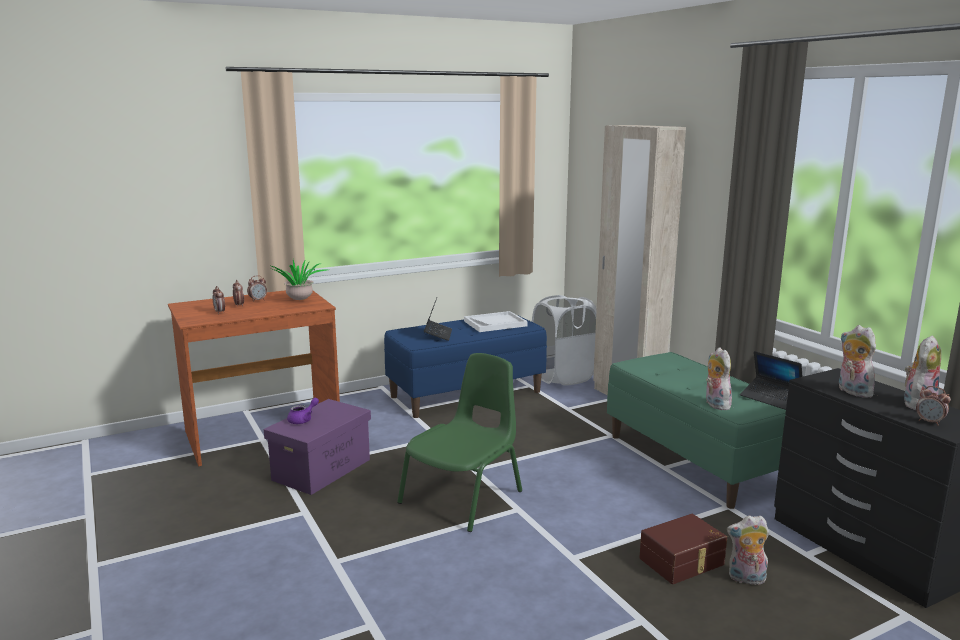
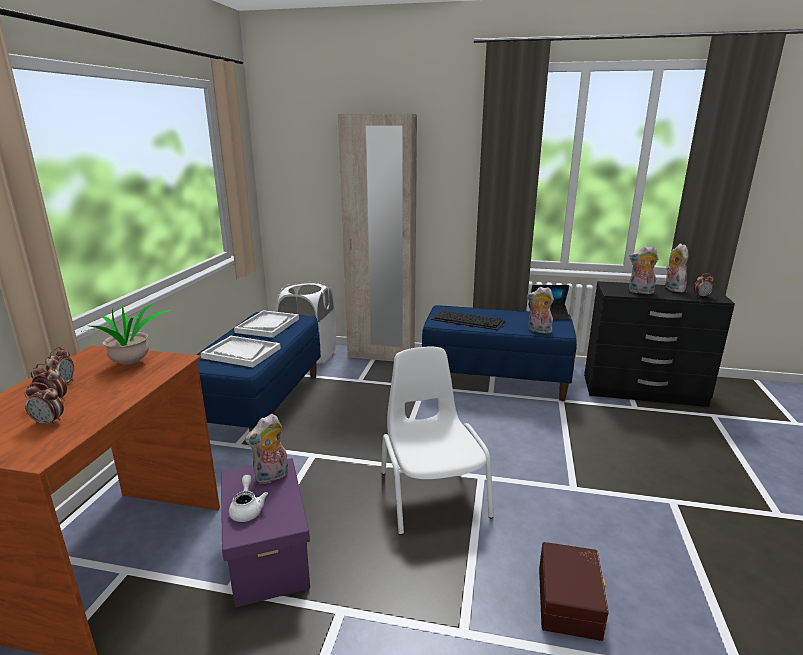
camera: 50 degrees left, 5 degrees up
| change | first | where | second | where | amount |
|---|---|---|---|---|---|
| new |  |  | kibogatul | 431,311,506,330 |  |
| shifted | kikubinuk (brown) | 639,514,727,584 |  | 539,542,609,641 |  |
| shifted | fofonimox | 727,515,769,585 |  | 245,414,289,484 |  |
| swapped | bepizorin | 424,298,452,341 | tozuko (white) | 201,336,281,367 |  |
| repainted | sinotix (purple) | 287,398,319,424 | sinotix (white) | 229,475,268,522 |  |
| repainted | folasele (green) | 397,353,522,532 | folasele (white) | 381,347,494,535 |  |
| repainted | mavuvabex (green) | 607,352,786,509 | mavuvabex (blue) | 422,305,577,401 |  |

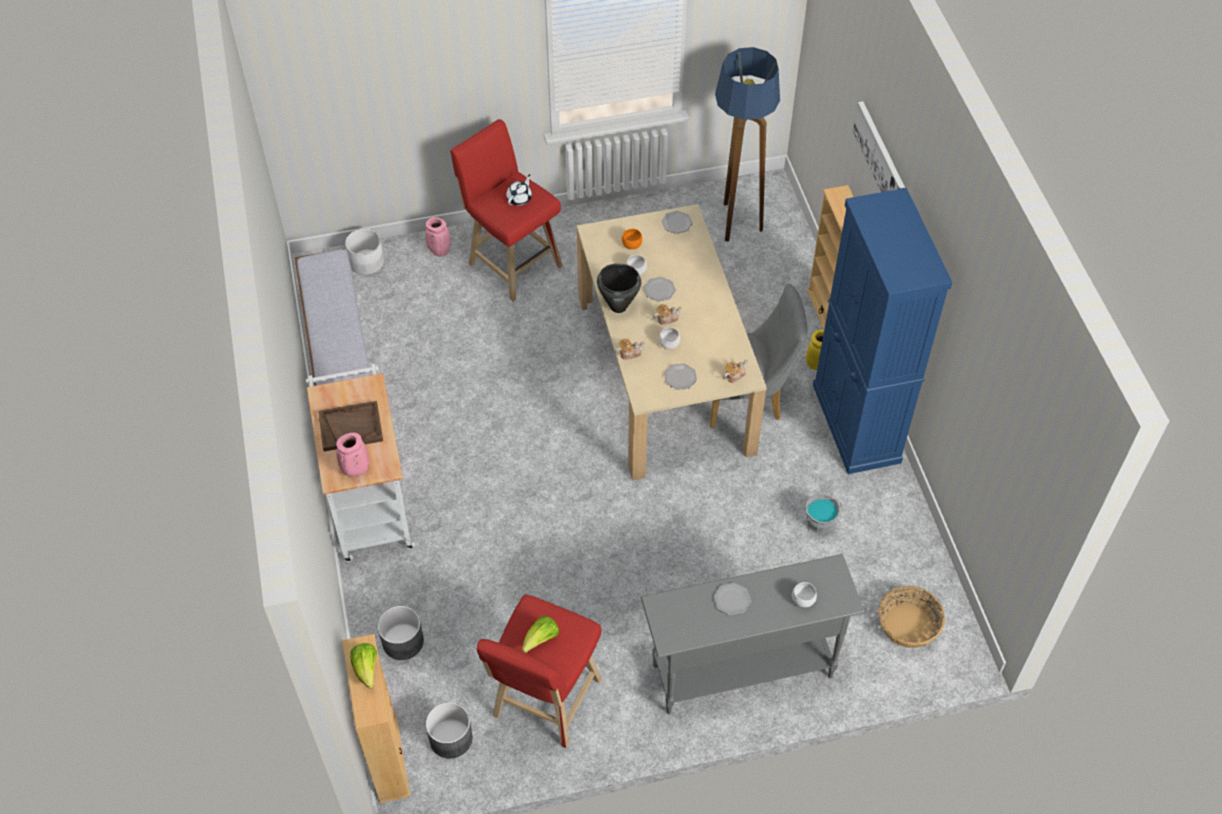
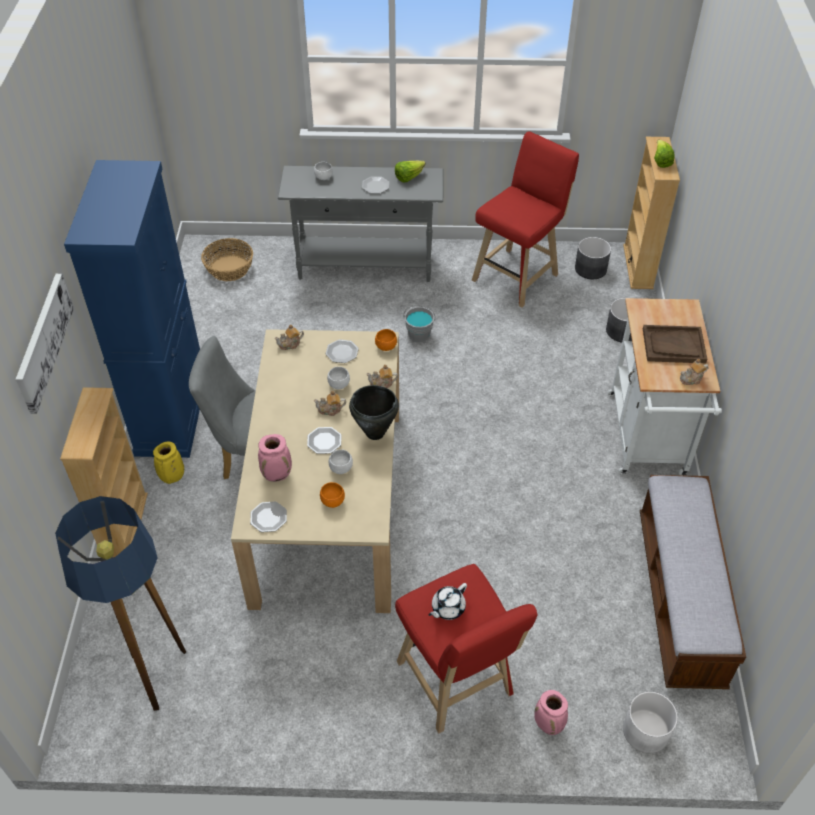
camera: 165 degrees left, 5 degrees down
| change | first | where | second | where | amount |
|---|---|---|---|---|---|
| new |  |  | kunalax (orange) | 375,329,397,351 |  |
| new |  |  | sinotix | 680,359,709,385 |  |
| shifted | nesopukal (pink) | 336,433,370,477 |  | 258,434,292,482 |  |
| shifted | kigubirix | 522,615,559,653 |  | 395,160,426,182 |  |
| shifted | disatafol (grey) | 805,494,842,534 |  | 403,305,435,343 |  |

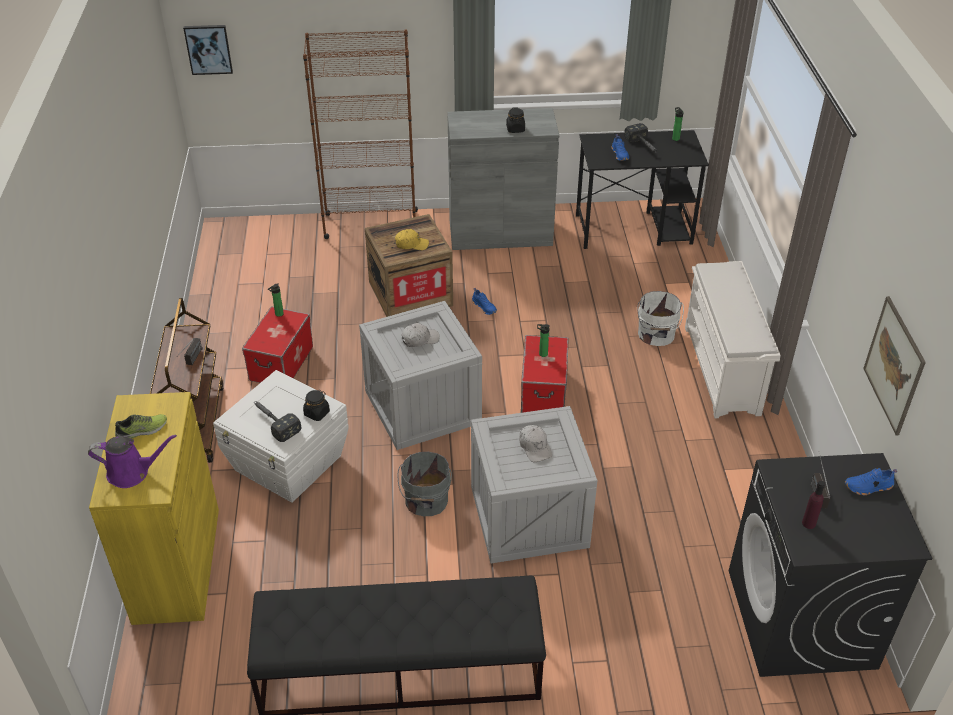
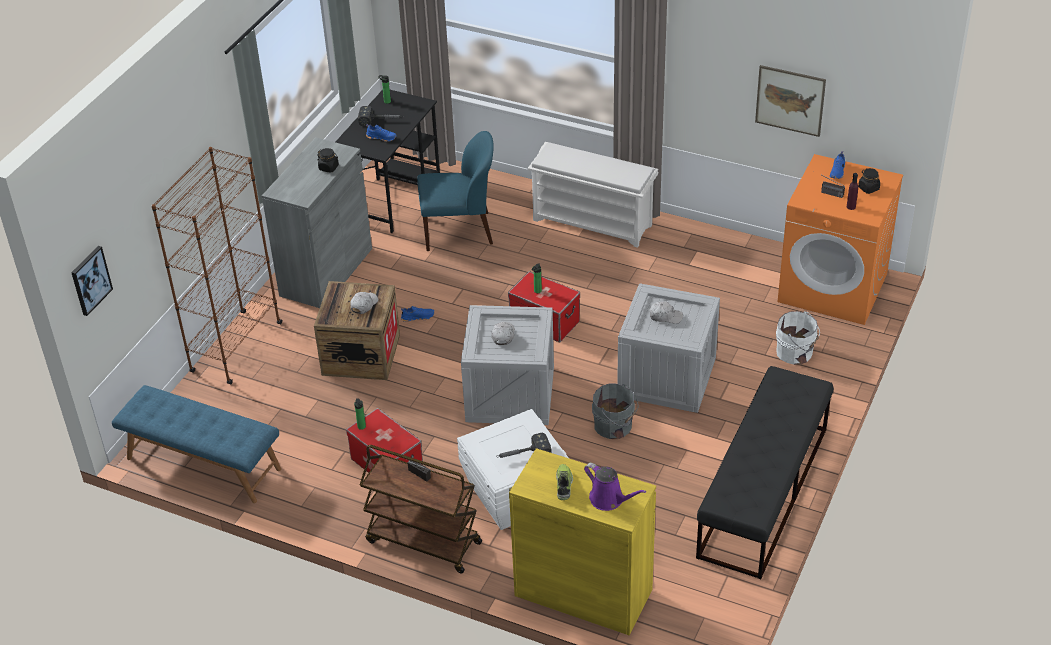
camera: 60 degrees left, 0 degrees up
| change | first | where | second | where | amount |
|---|---|---|---|---|---|
| new |  |  | mavuvabex (blue) | 112,385,281,503 |  |
| new |  |  | folasele (blue) | 417,131,494,251 |  |
| shifted | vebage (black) | 303,390,330,421 |  | 858,168,880,194 |  |
| shifted | disatafol (white) | 637,291,684,346 |  | 776,311,820,365 |  |
| repainted | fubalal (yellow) | 395,229,429,250 | fubalal (white) | 350,292,378,314 |  |
| repainted | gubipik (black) | 729,453,933,677 | gubipik (orange) | 778,154,903,325 |  |
| rotated | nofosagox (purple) | 88,435,177,488 |  | 584,463,646,511 | 105 degrees clockwise |

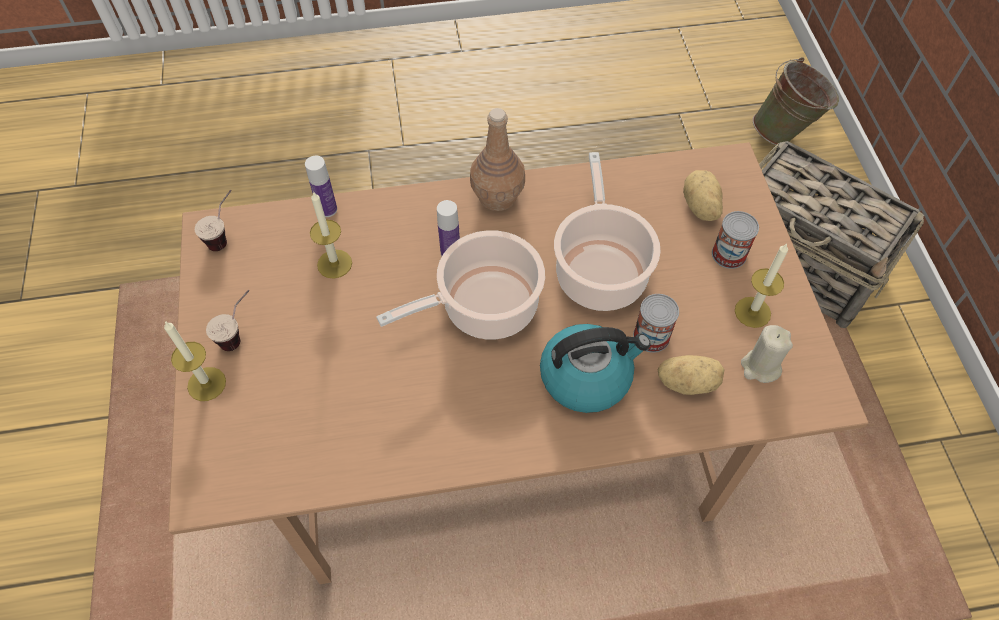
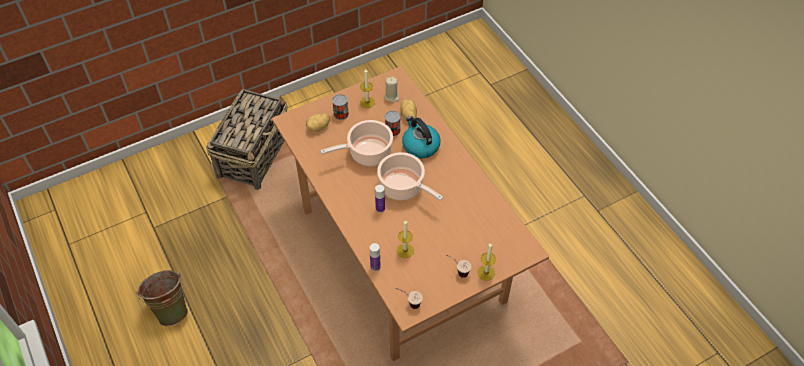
camera: 110 degrees left, 5 degrees down
| change | first | where | second | where | amount |
|---|---|---|---|---|---|
| gone | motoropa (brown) | 470,108,525,211 |  |  |  |
| shifted | disatafol (green) | 753,57,839,145 |  | 136,270,188,326 |  |

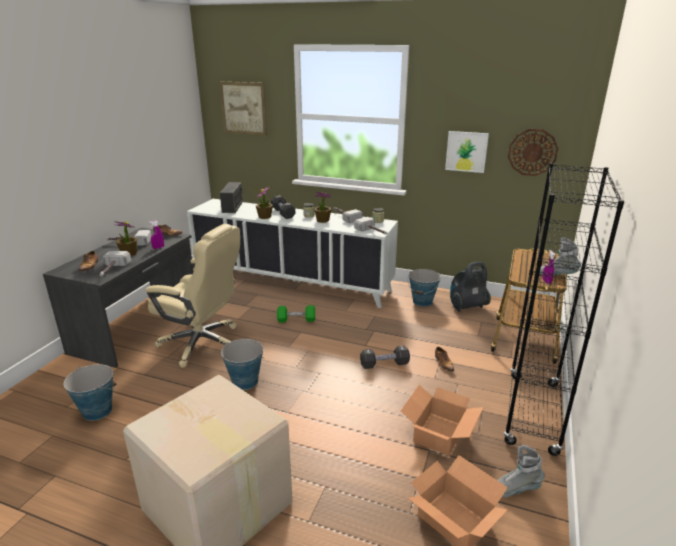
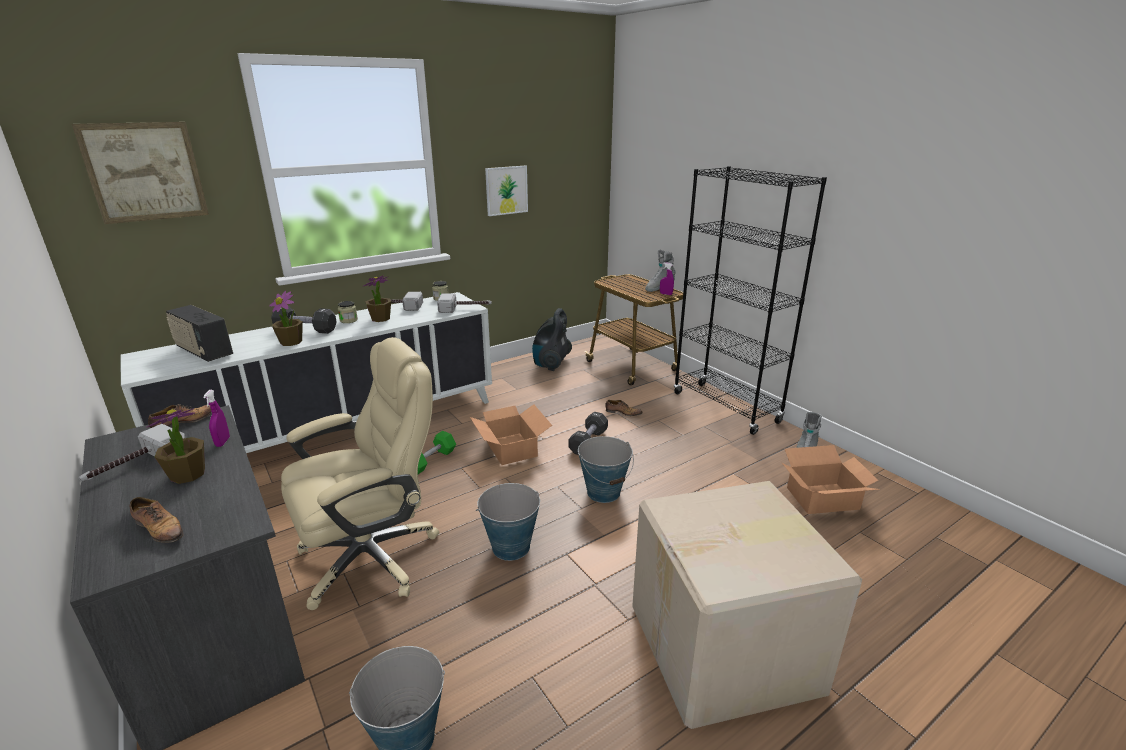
camera: 55 degrees left, 0 degrees up
| change | first | where | second | where | amount |
|---|---|---|---|---|---|
| gone | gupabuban | 100,251,131,276 |  |  |  |
| gone | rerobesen | 508,129,558,176 |  |  |  |
| shifted | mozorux | 401,385,484,456 |  | 470,404,552,465 |  |
| shifted | disatafol | 408,269,441,307 |  | 578,436,634,503 |  |

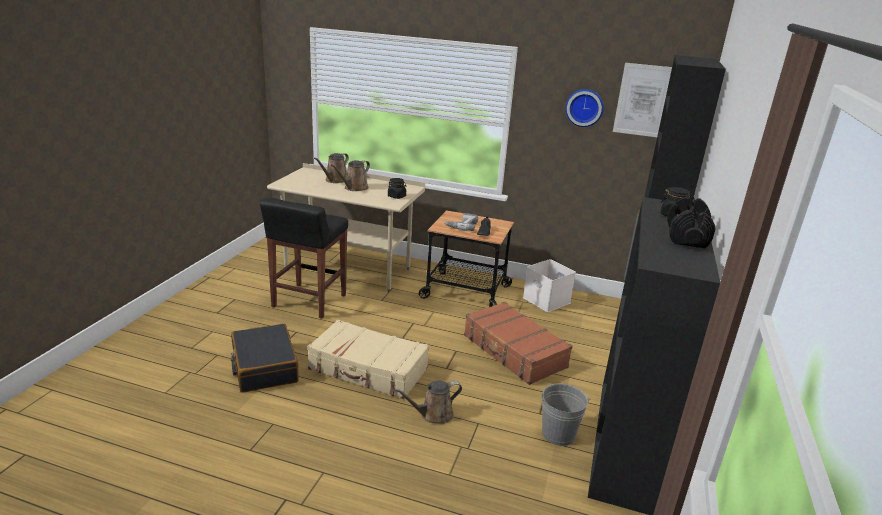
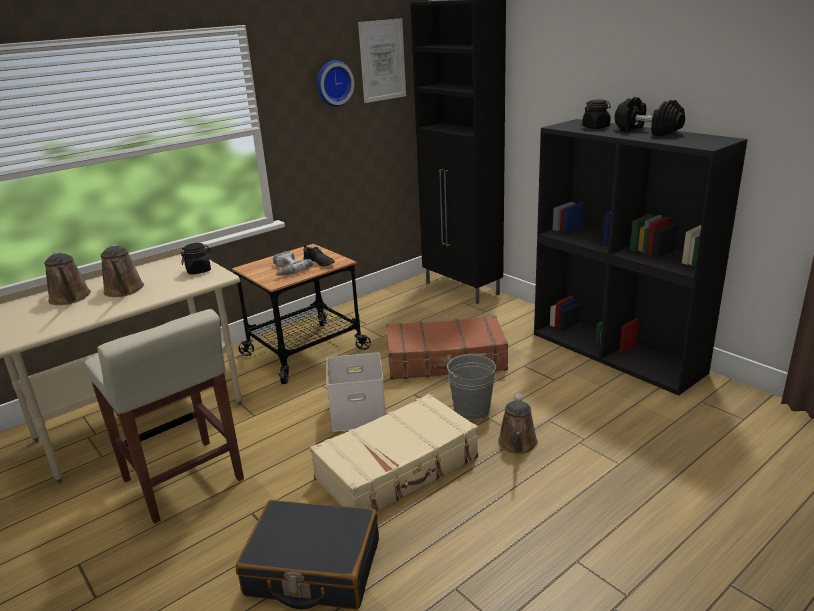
camera: 55 degrees left, 0 degrees up
| change | first | where | second | where | amount |
|---|---|---|---|---|---|
| shifted | kikubinuk (white) | 523,259,576,312 |  | 327,352,386,432 |  |
| shifted | disatafol (grey) | 540,383,591,446 |  | 447,353,496,419 |  |
| repainted | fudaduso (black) | 260,197,348,319 | fudaduso (beige) | 84,309,244,524 |  |

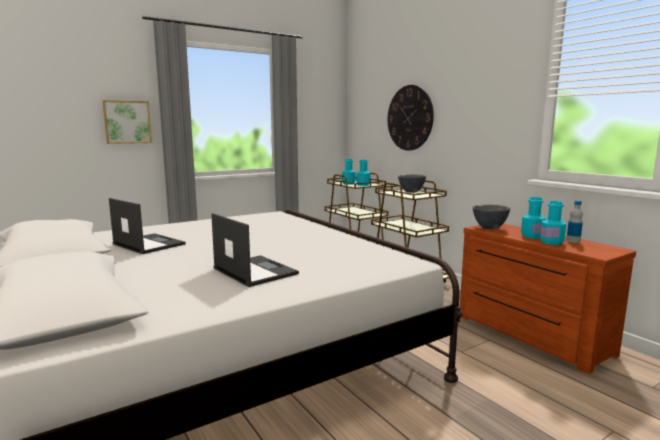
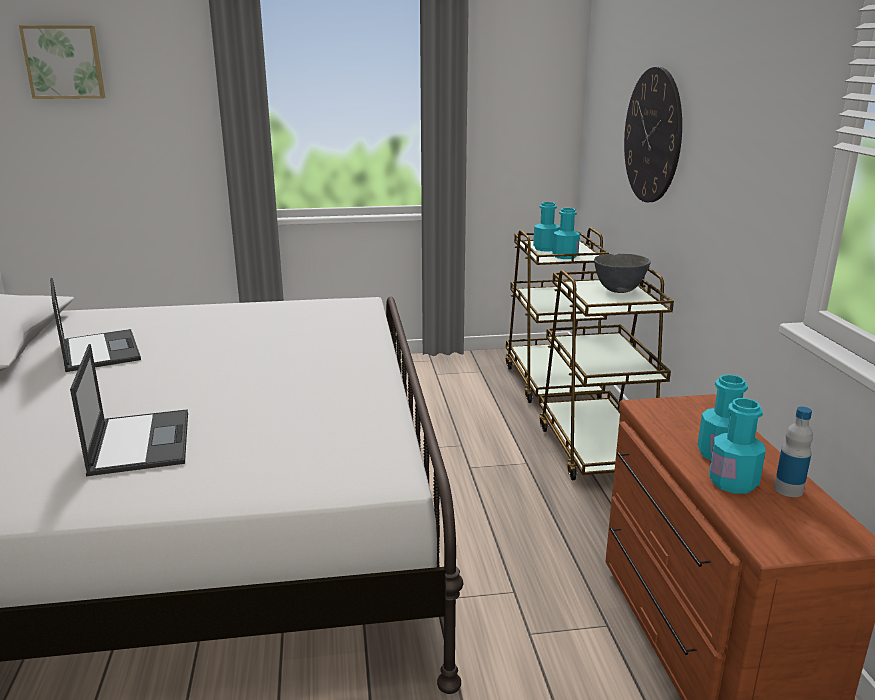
camera: 25 degrees right, 10 degrees up
| change | first | where | second | where | amount |
|---|---|---|---|---|---|
| gone | kunalax (grey) | 472,205,510,229 |  |  |  |
| shifted | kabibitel | 102,100,152,144 |  | 19,25,105,99 |  |

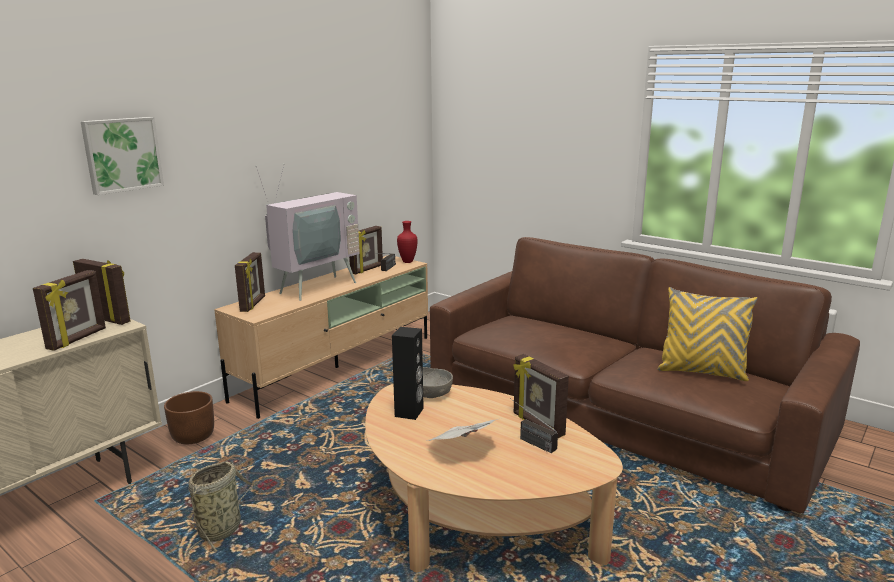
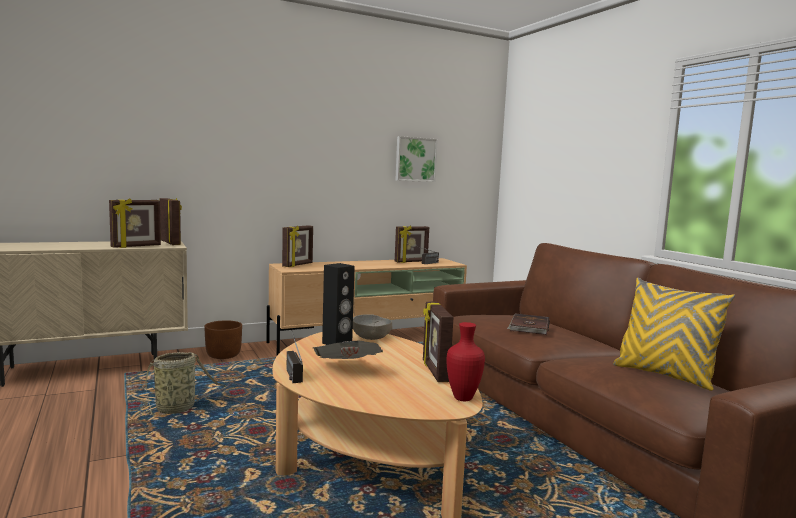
camera: 25 degrees right, 10 degrees down
| change | first | where | second | where | amount |
|---|---|---|---|---|---|
| gone | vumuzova | 256,164,360,301 |  |  |  |
| new |  |  | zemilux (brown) | 507,313,550,335 |  |
| shifted | kabibitel | 80,117,164,195 |  | 395,136,438,182 |  |
| shifted | nesopukal (red) | 397,221,418,263 |  | 447,322,485,401 |  |
| shifted | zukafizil | 510,398,558,453 |  | 287,330,303,383 |  |

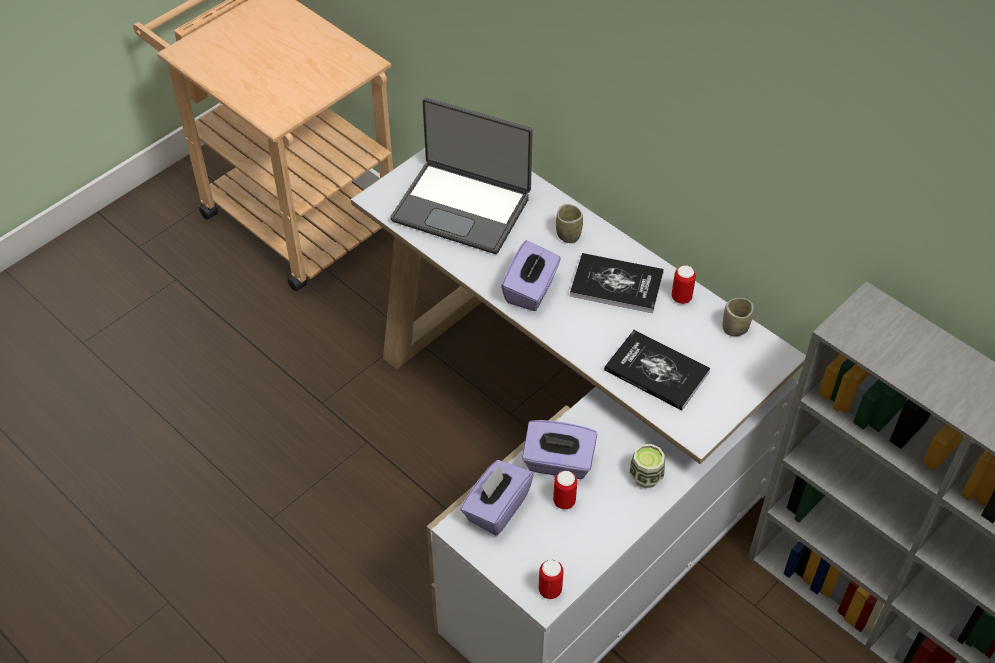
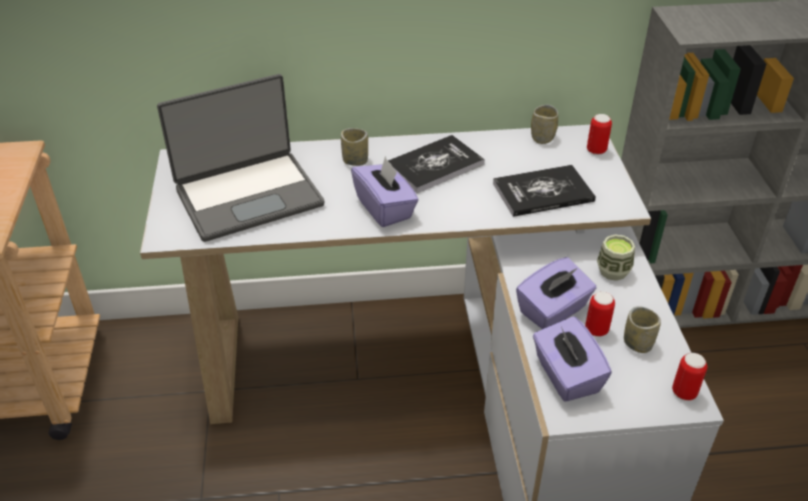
camera: 50 degrees left, 10 degrees down
| change | first | where | second | where | amount |
|---|---|---|---|---|---|
| new |  |  | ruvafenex | 624,306,661,353 |  |
| shifted | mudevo | 671,265,696,304 |  | 587,114,612,155 |  |

